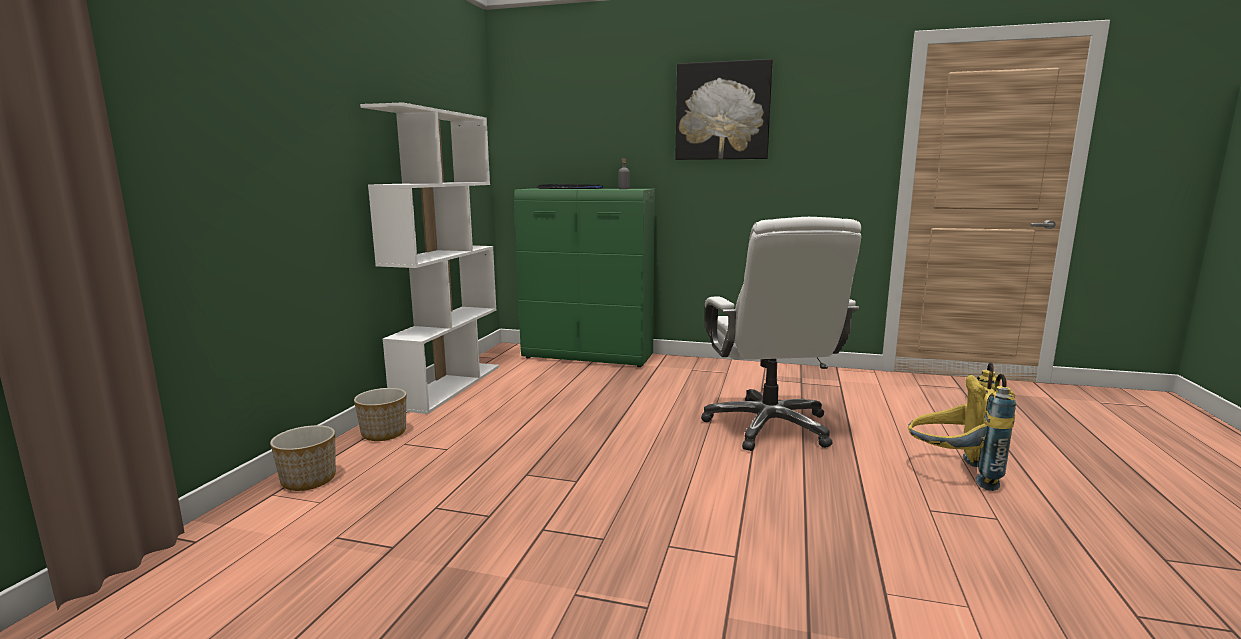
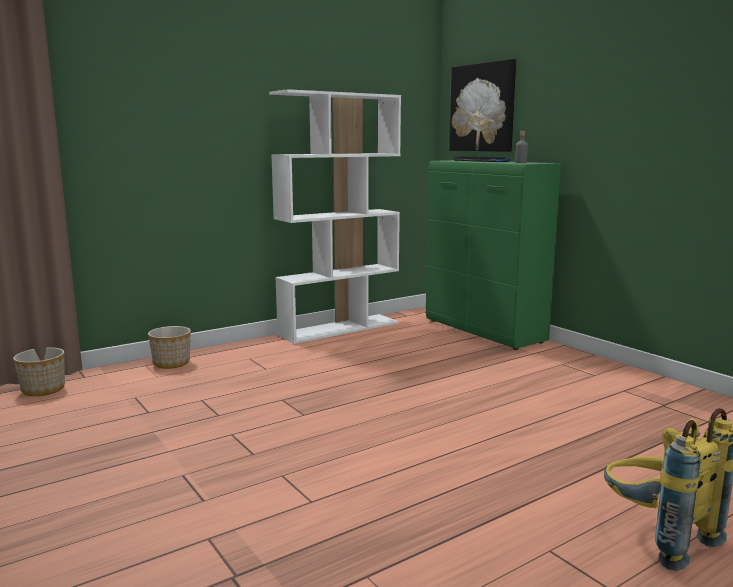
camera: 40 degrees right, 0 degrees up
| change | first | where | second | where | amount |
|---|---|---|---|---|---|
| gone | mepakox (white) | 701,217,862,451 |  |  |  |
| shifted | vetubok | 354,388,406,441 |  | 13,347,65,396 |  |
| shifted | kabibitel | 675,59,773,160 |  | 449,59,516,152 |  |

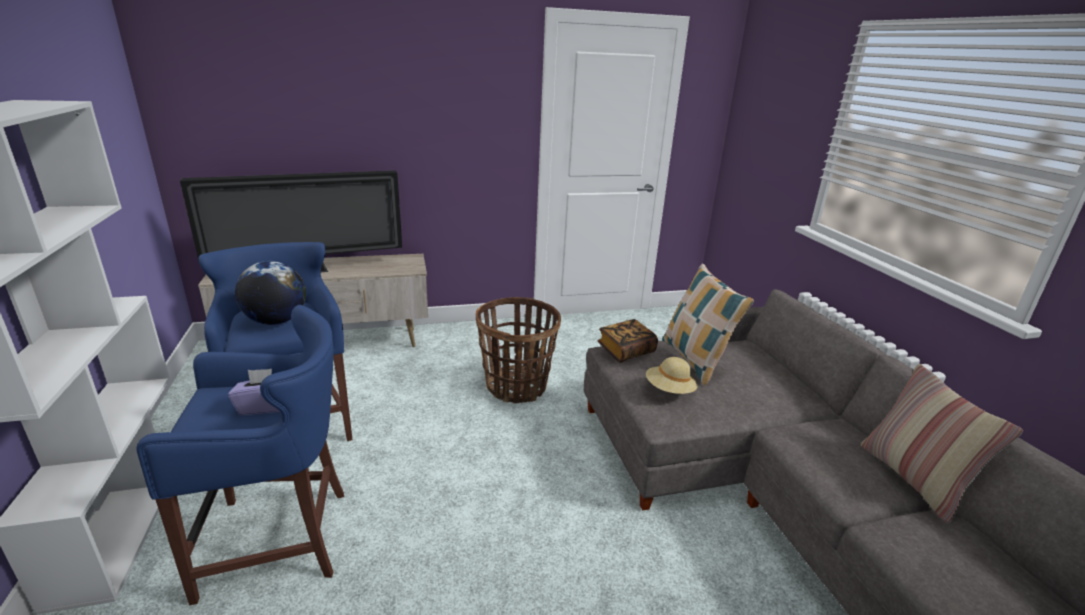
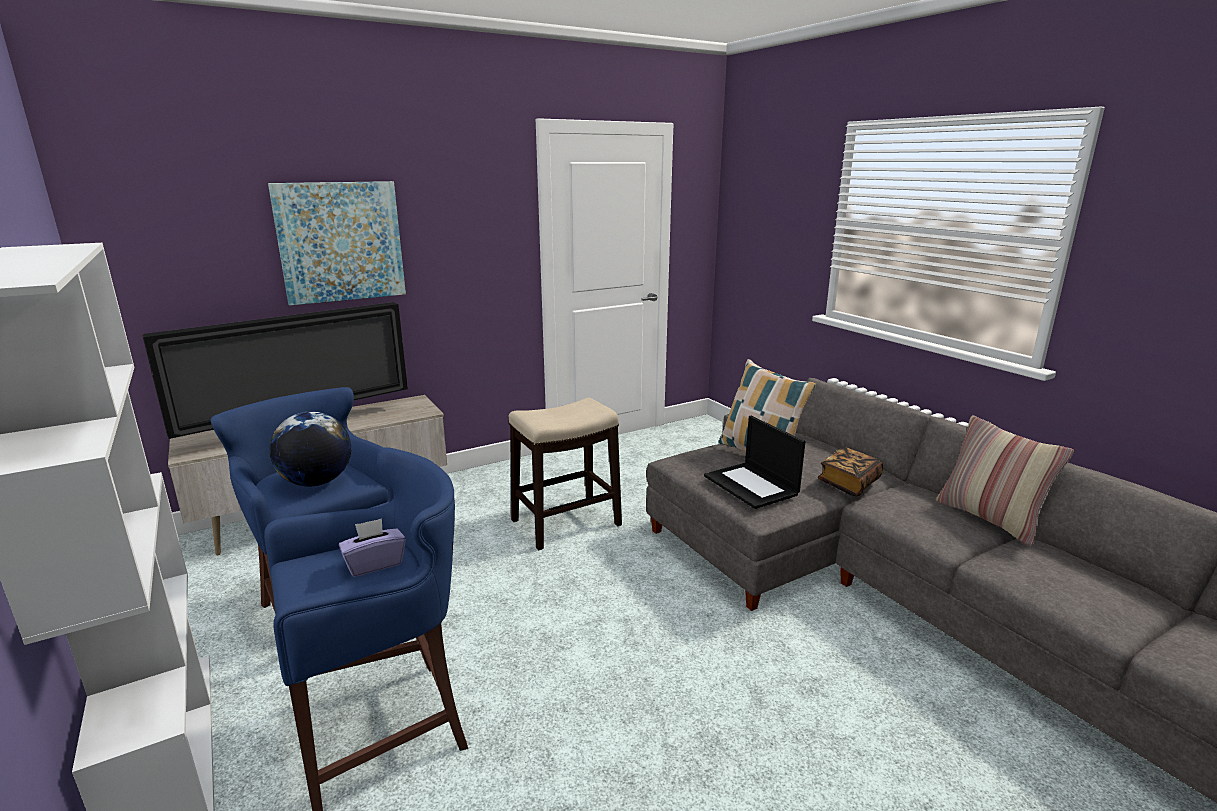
camera: 15 degrees left, 5 degrees down
| change | first | where | second | where | amount |
|---|---|---|---|---|---|
| new |  |  | kabibitel | 268,181,406,306 |  |
| shifted | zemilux | 597,319,658,362 |  | 818,447,883,496 |  |
| swapped | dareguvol | 476,297,561,403 | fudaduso | 509,398,622,550 |  |
| swapped | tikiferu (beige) | 646,357,697,394 | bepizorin | 704,416,805,509 |  |

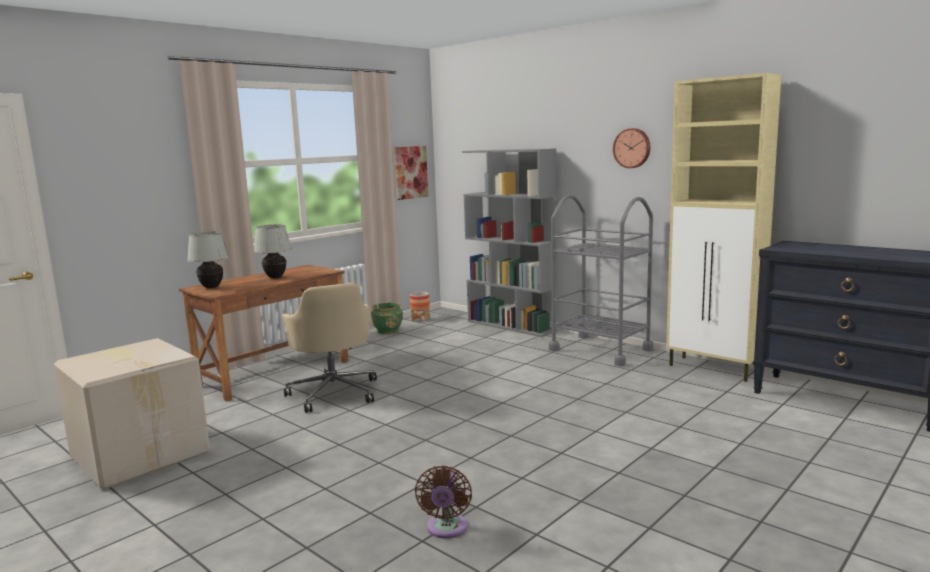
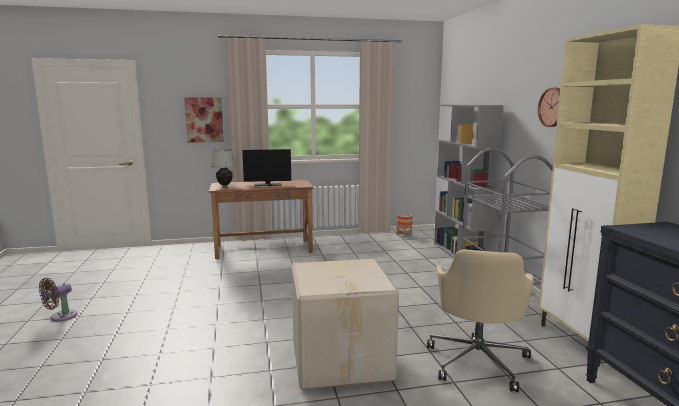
camera: 35 degrees right, 0 degrees up
| change | first | where | second | where | amount |
|---|---|---|---|---|---|
| gone | vetubok (green) | 371,302,403,334 |  |  |  |
| shifted | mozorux | 54,338,210,490 |  | 292,259,399,390 |  |
| shifted | mepakox (beige) | 282,283,377,413 |  | 427,249,534,392 |  |
| shifted | kabibitel | 394,146,428,200 |  | 184,97,224,143 |  |
| shifted | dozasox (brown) | 415,465,472,539 |  | 39,278,78,322 |  |
| swapped | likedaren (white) | 254,224,292,278 | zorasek | 242,149,291,186 |  |

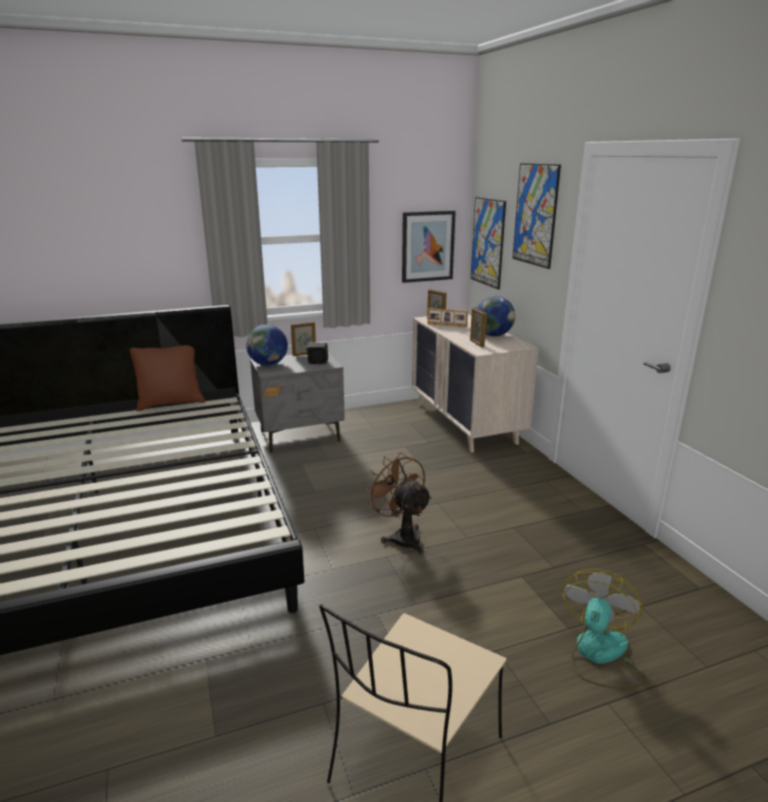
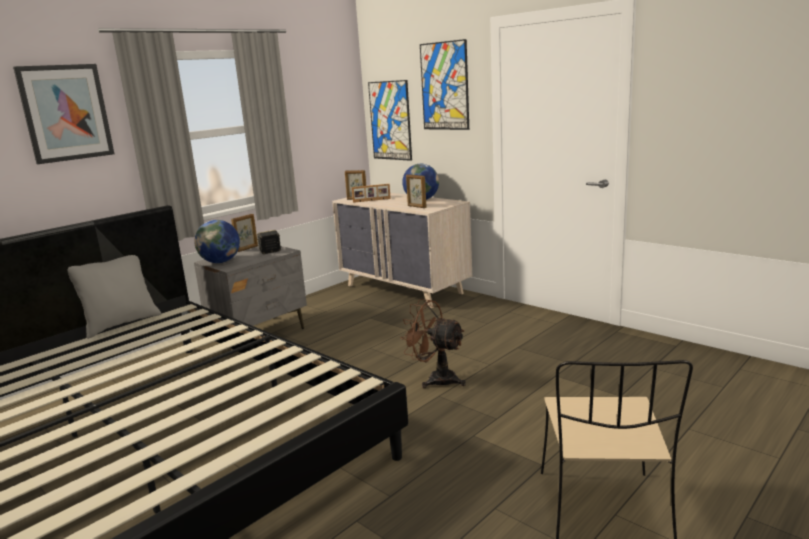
camera: 25 degrees left, 5 degrees down
| change | first | where | second | where | amount |
|---|---|---|---|---|---|
| gone | dozasox | 562,569,647,689 |  |  |  |
| shifted | kabibitel | 402,211,456,283 |  | 13,64,114,164 |  |
| repainted | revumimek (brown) | 130,345,205,411 | revumimek (grey) | 67,255,161,339 |  |

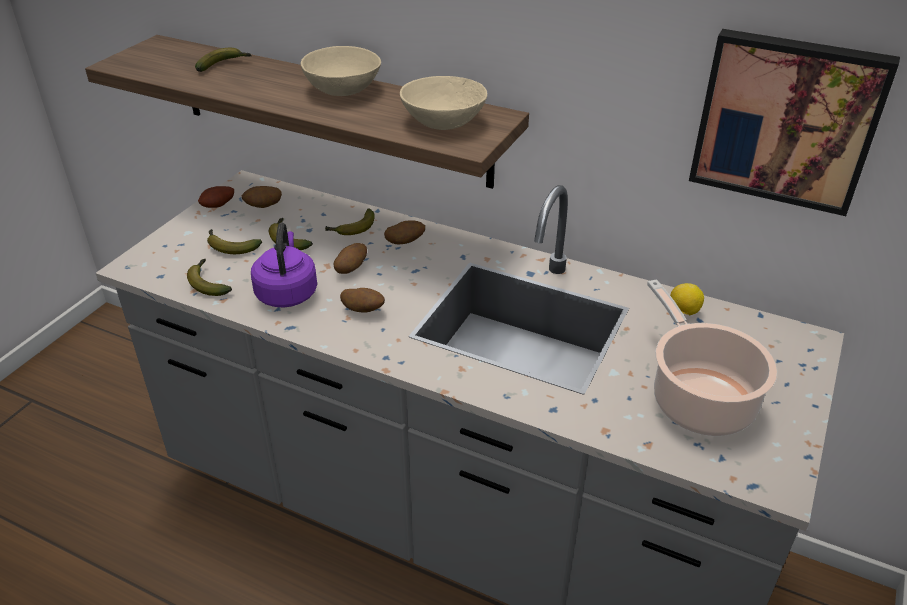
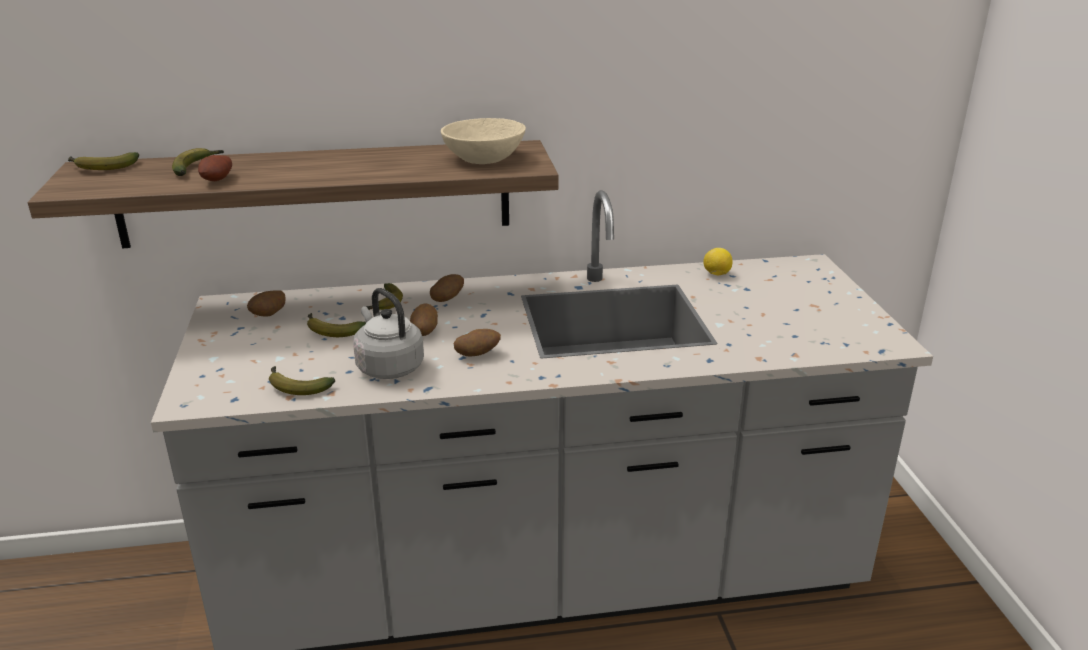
camera: 35 degrees left, 10 degrees down
| change | first | where | second | where | amount |
|---|---|---|---|---|---|
| gone | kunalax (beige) | 301,46,381,96 |  |  |  |
| gone | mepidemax | 647,279,777,436 |  |  |  |
| gone | kabibitel | 689,29,900,216 |  |  |  |
| shifted | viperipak | 198,186,234,208 |  | 198,155,232,181 |  |
| shifted | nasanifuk | 207,229,262,254 |  | 68,152,139,170 |  |
| repainted | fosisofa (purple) | 251,222,317,308 | fosisofa (grey) | 353,288,424,379 |  |

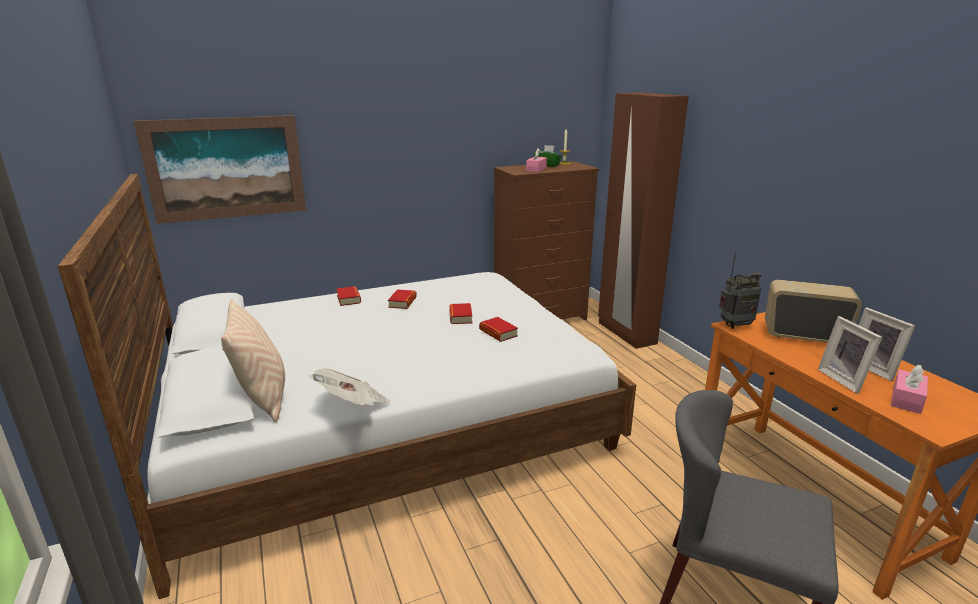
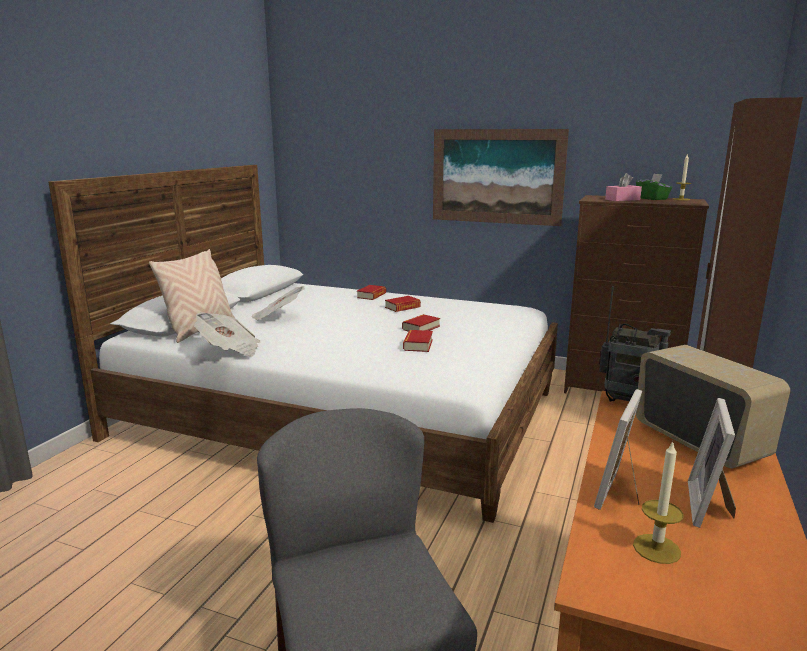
camera: 45 degrees right, 5 degrees down
| change | first | where | second | where | amount |
|---|---|---|---|---|---|
| new |  |  | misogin | 251,286,305,321 |  |
| shifted | kabibitel | 134,116,306,224 |  | 433,129,569,226 |  |
| swapped | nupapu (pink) | 891,364,928,414 | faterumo | 633,442,683,564 |  |

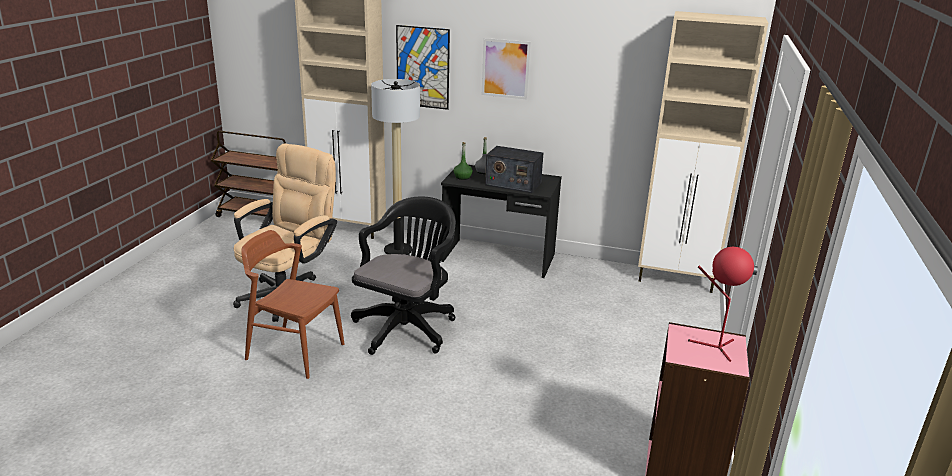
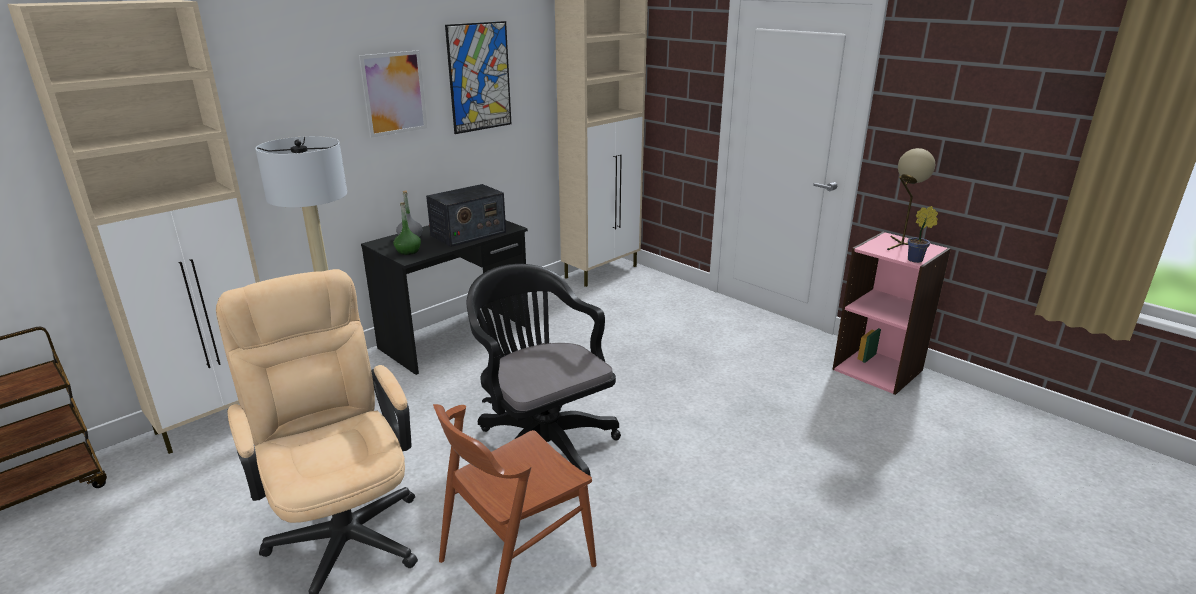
camera: 60 degrees left, 0 degrees up
| change | first | where | second | where | amount |
|---|---|---|---|---|---|
| new |  |  | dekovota | 908,206,938,263 |  |
| shifted | kabibitel | 396,25,450,110 |  | 445,21,511,134 |  |
| repainted | likedaren (red) | 688,247,754,362 | likedaren (beige) | 887,148,935,250 |  |

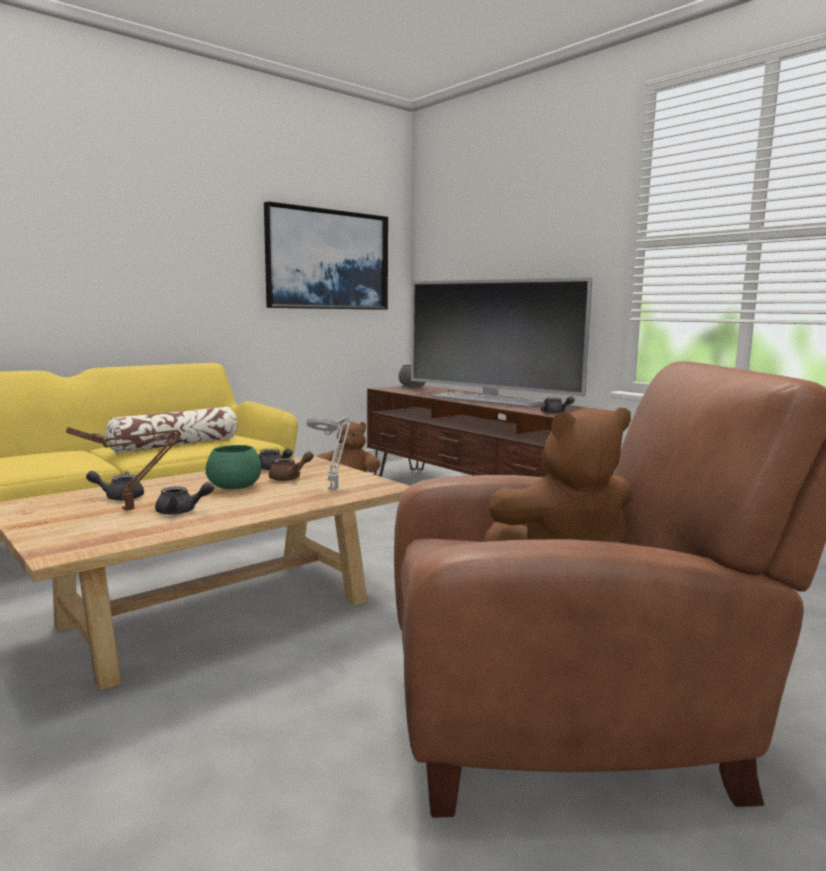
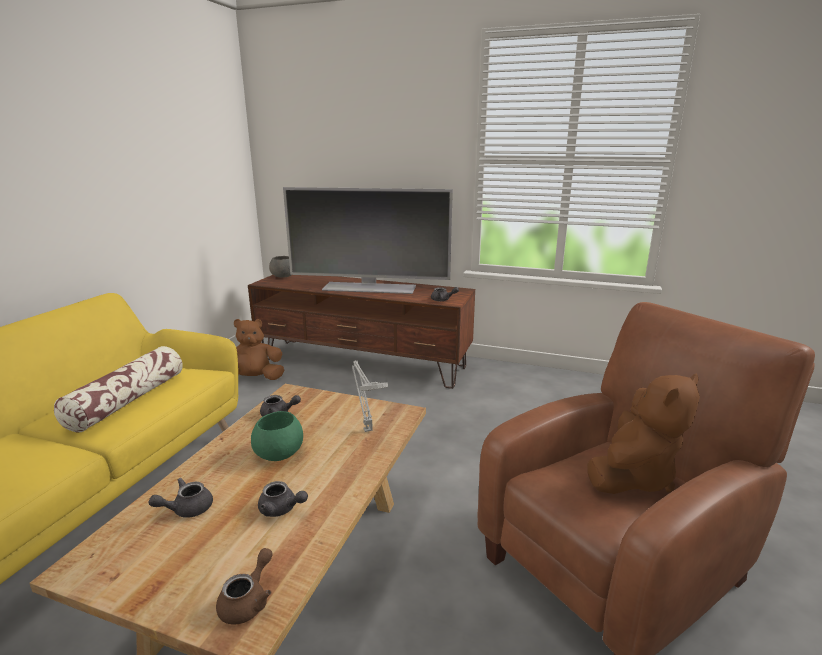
camera: 30 degrees left, 10 degrees up
| change | first | where | second | where | amount |
|---|---|---|---|---|---|
| gone | likedaren (brown) | 66,427,181,511 |  |  |  |
| gone | kabibitel | 264,201,388,310 |  |  |  |
| shifted | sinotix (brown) | 269,451,314,481 |  | 216,548,273,625 |  |
| rotated | sinotix (grey) | 155,482,214,515 |  | 258,481,308,517 | 60 degrees clockwise |

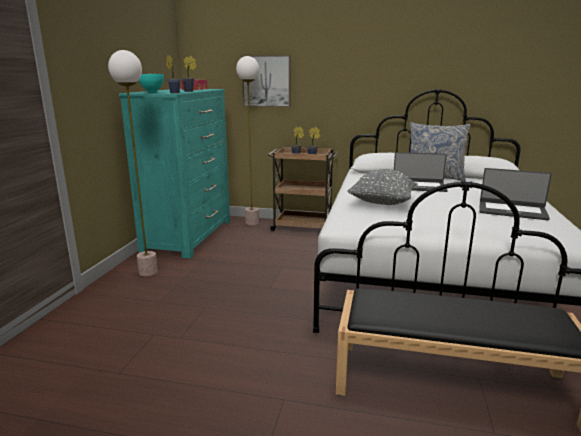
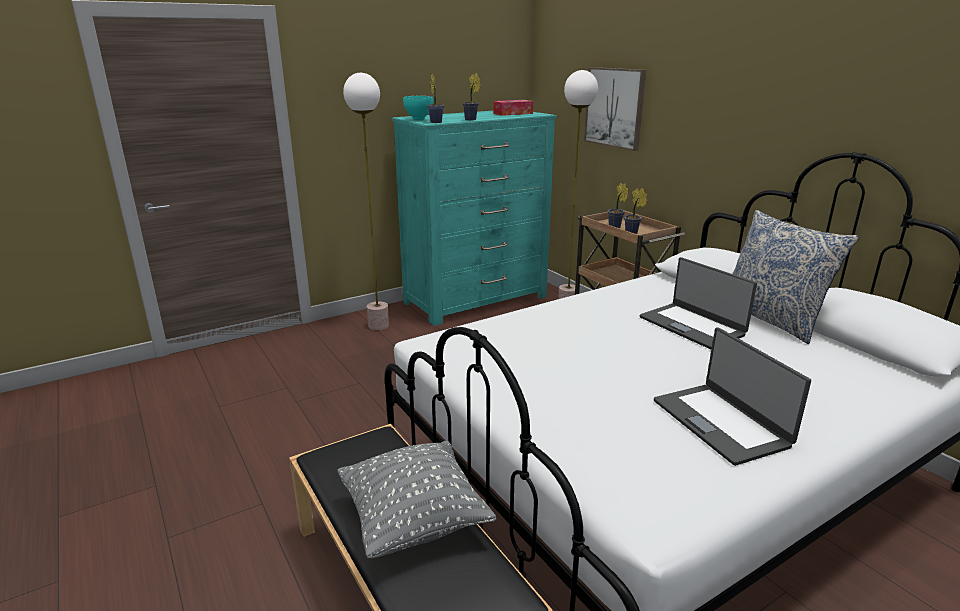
camera: 45 degrees right, 5 degrees up
| change | first | where | second | where | amount |
|---|---|---|---|---|---|
| shifted | revumimek (grey) | 348,169,418,205 |  | 337,441,497,558 |  |

